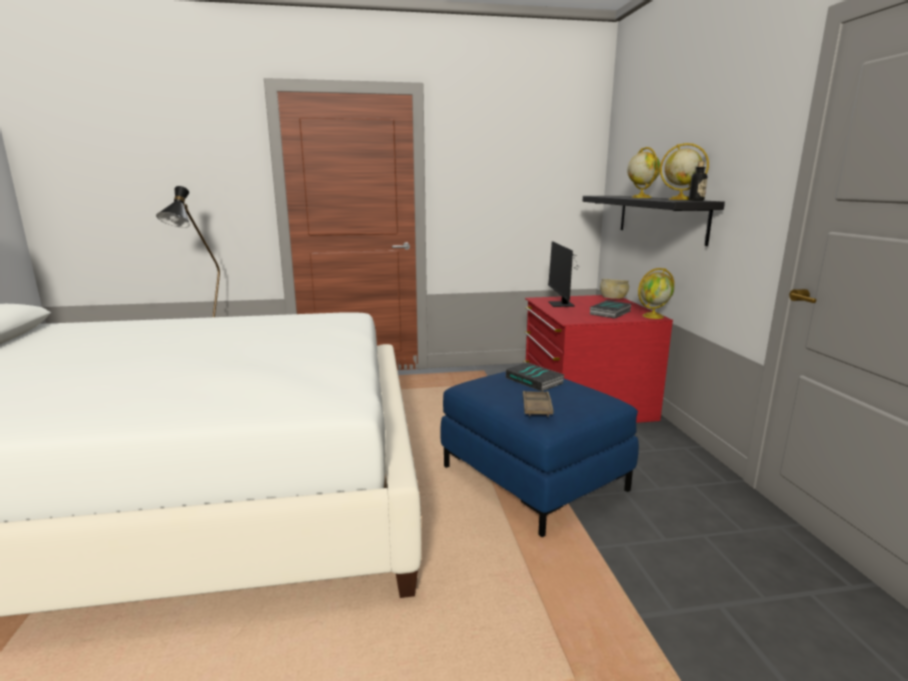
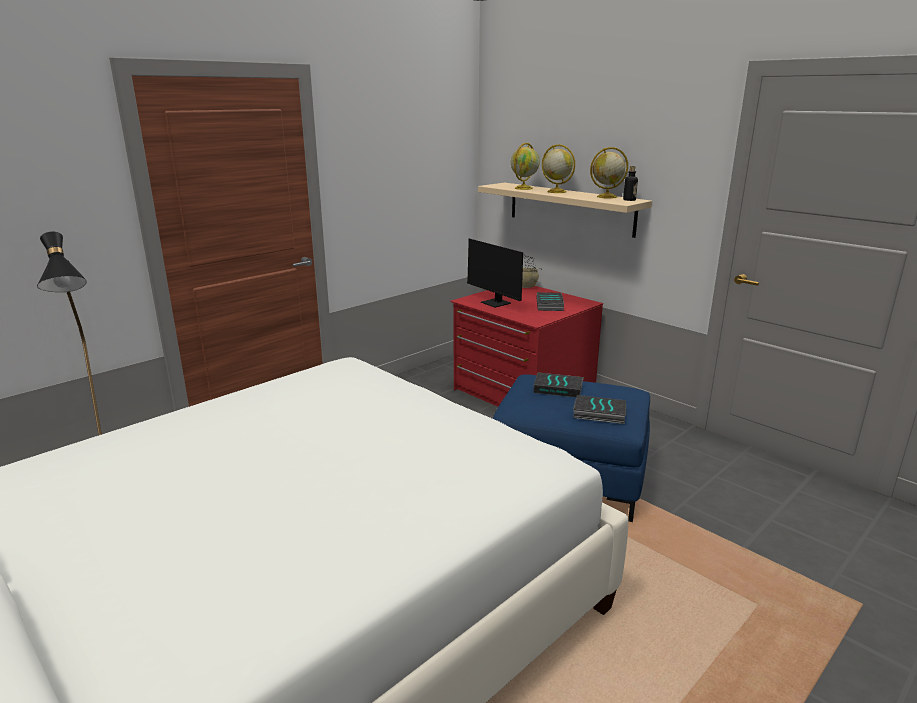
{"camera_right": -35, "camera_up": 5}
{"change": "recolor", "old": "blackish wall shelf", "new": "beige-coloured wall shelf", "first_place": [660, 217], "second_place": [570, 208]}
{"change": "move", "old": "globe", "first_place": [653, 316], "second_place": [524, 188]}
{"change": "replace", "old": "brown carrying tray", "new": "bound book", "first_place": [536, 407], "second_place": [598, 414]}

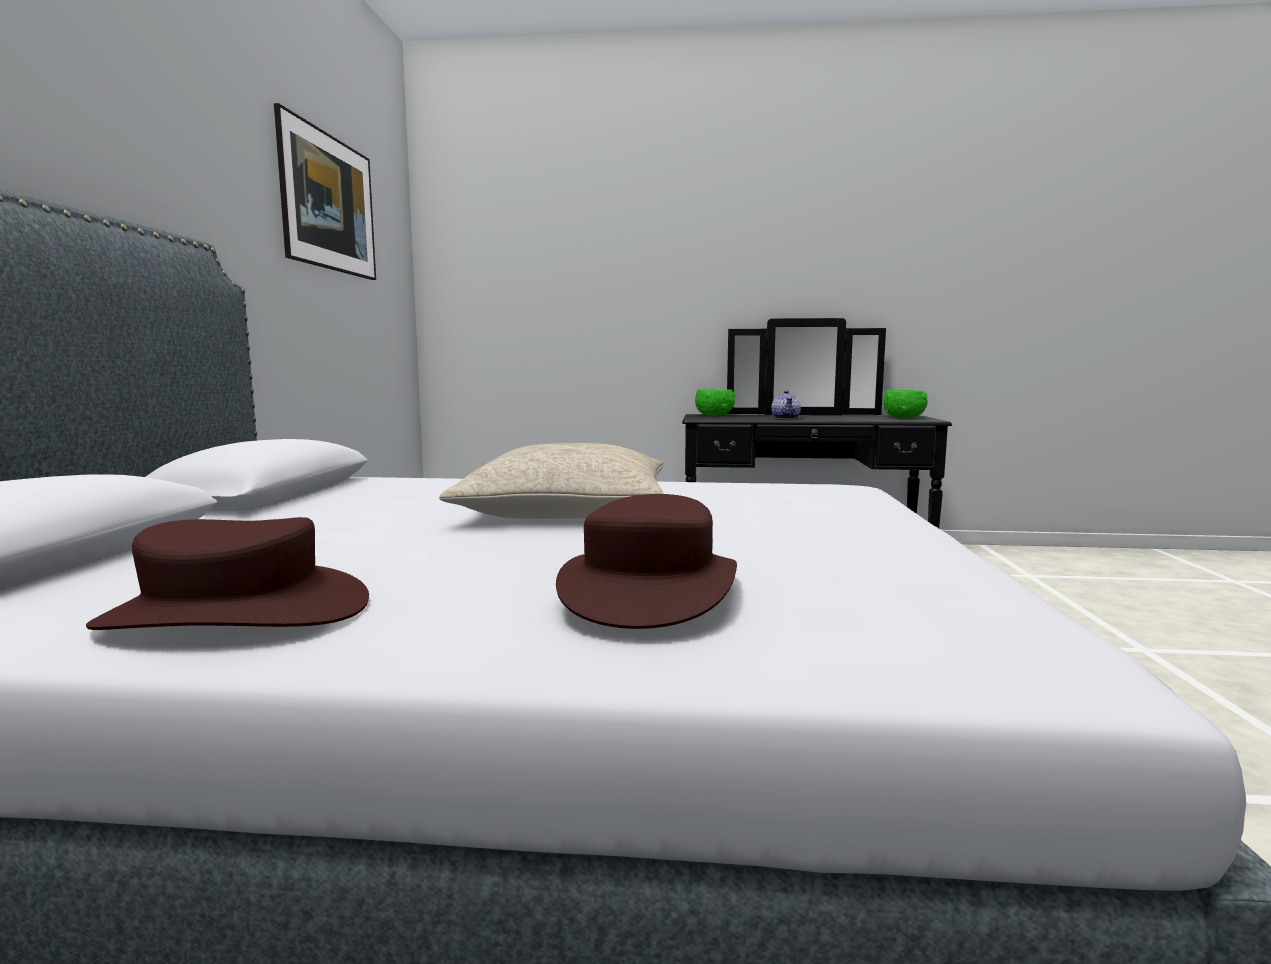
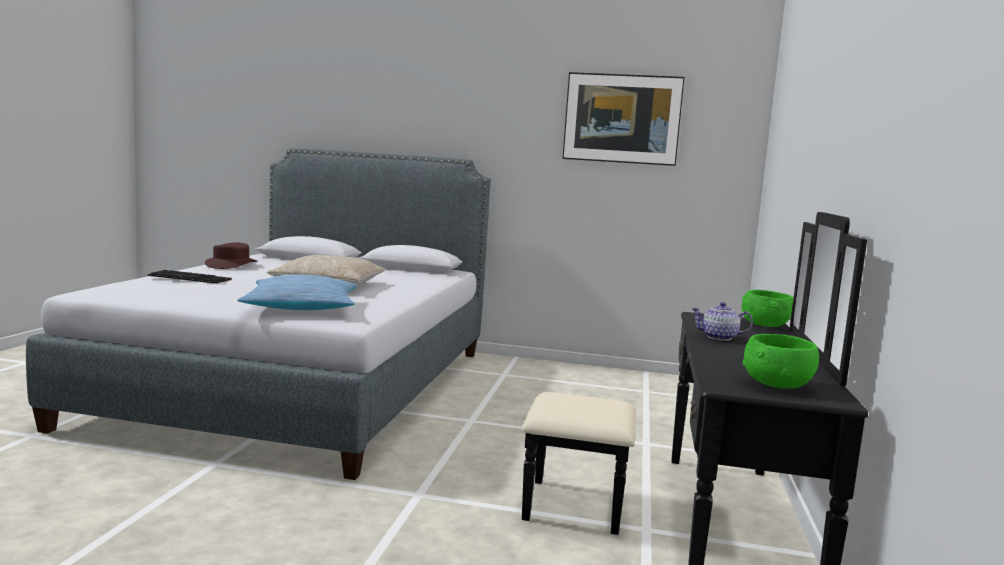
{"camera_right": 95, "camera_up": 0}
{"change": "replace", "old": "brown wearable hat", "new": "keyboard", "first_place": [649, 588], "second_place": [191, 278]}
{"change": "insert", "new": "pillow", "second_place": [301, 307]}

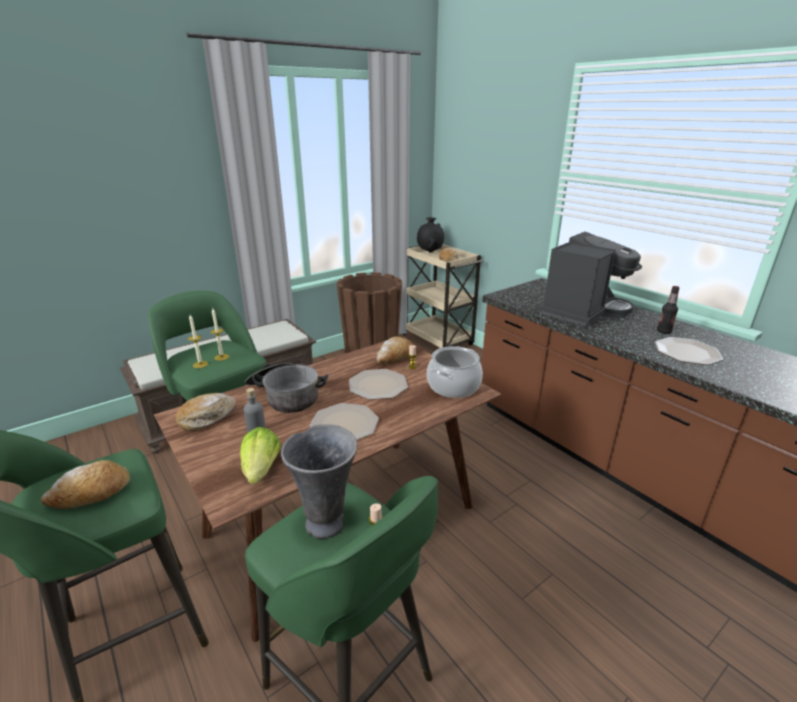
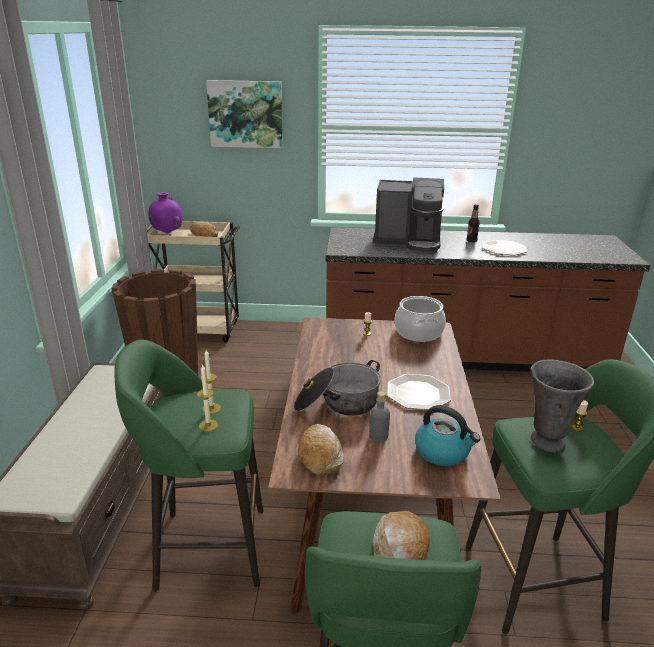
{"camera_right": -50, "camera_up": 0}
{"change": "recolor", "old": "blackish decorative vase", "new": "purplish decorative vase", "first_place": [430, 252], "second_place": [167, 233]}
{"change": "insert", "new": "picture", "second_place": [246, 114]}
{"change": "rotate", "old": "coffee machine", "first_place": [583, 310], "second_place": [408, 243], "degrees": 105}
{"change": "replace", "old": "lettuce", "new": "water kettle", "first_place": [261, 469], "second_place": [443, 452]}
{"change": "delete", "old": "flat dish", "first_place": [377, 385]}
{"change": "delete", "old": "bread", "first_place": [394, 357]}

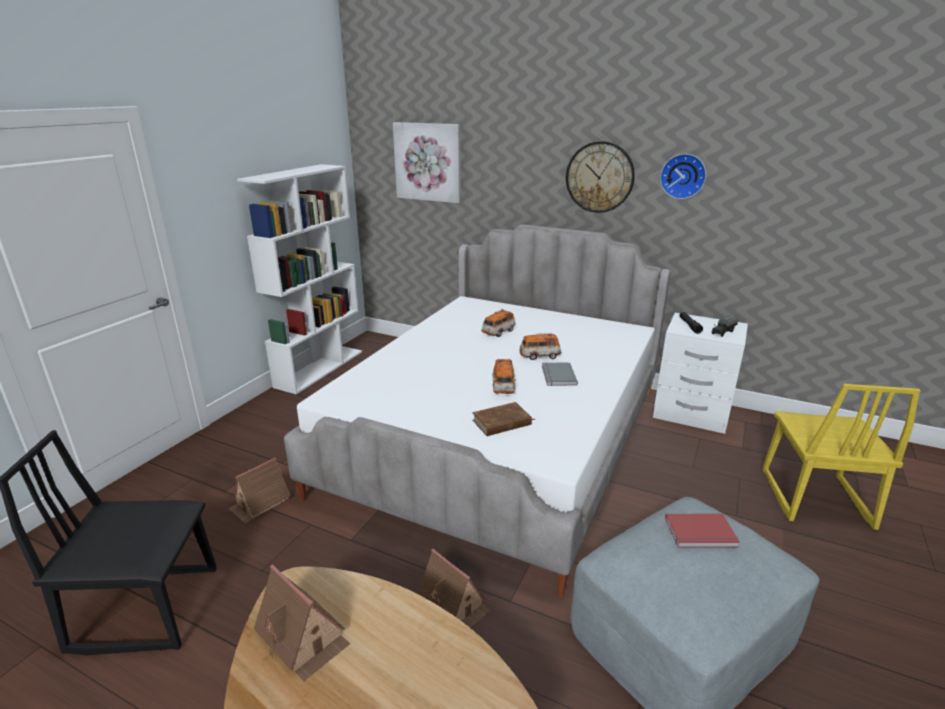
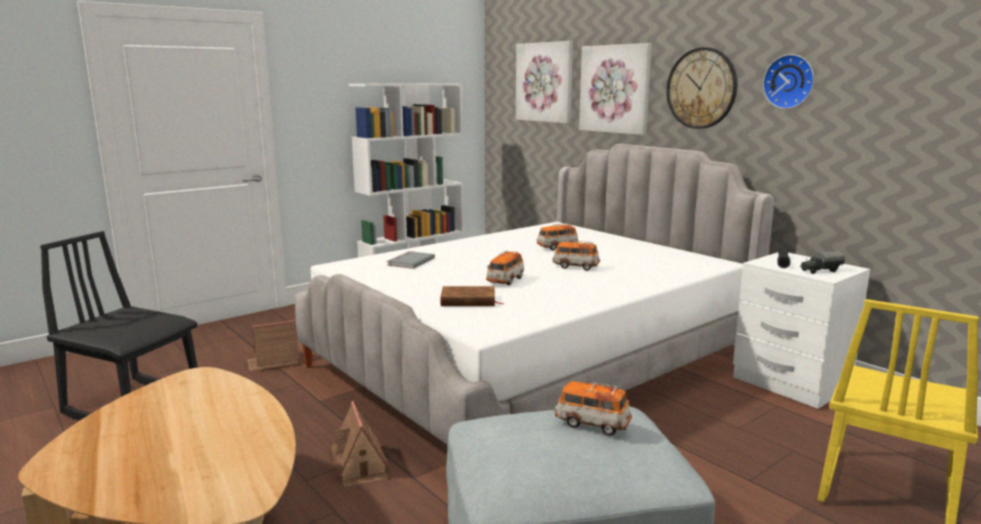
{"camera_right": 25, "camera_up": -10}
{"change": "move", "old": "grey bound book", "first_place": [557, 376], "second_place": [409, 262]}
{"change": "replace", "old": "red bound book", "new": "miniature car", "first_place": [701, 534], "second_place": [592, 424]}
{"change": "insert", "new": "picture", "second_place": [615, 89]}
{"change": "delete", "old": "toy house", "first_place": [303, 637]}

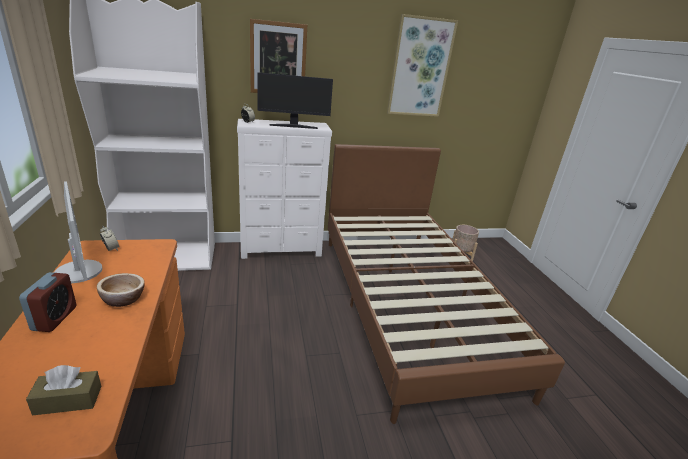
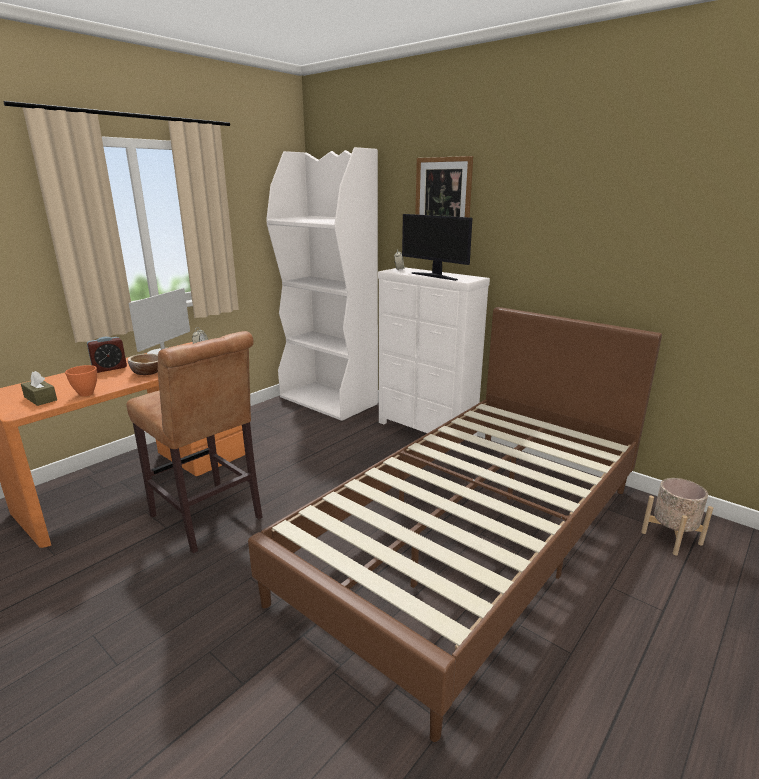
{"camera_right": 55, "camera_up": -5}
{"change": "insert", "new": "orangey serving bowl", "second_place": [85, 394]}
{"change": "insert", "new": "brown stool seat", "second_place": [209, 519]}
{"change": "delete", "old": "picture", "first_place": [420, 68]}

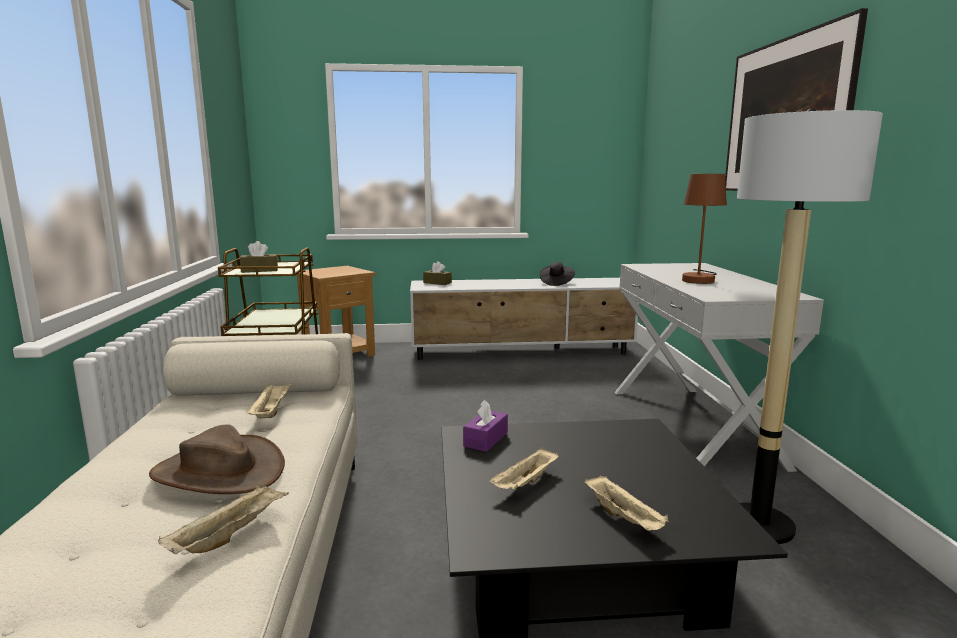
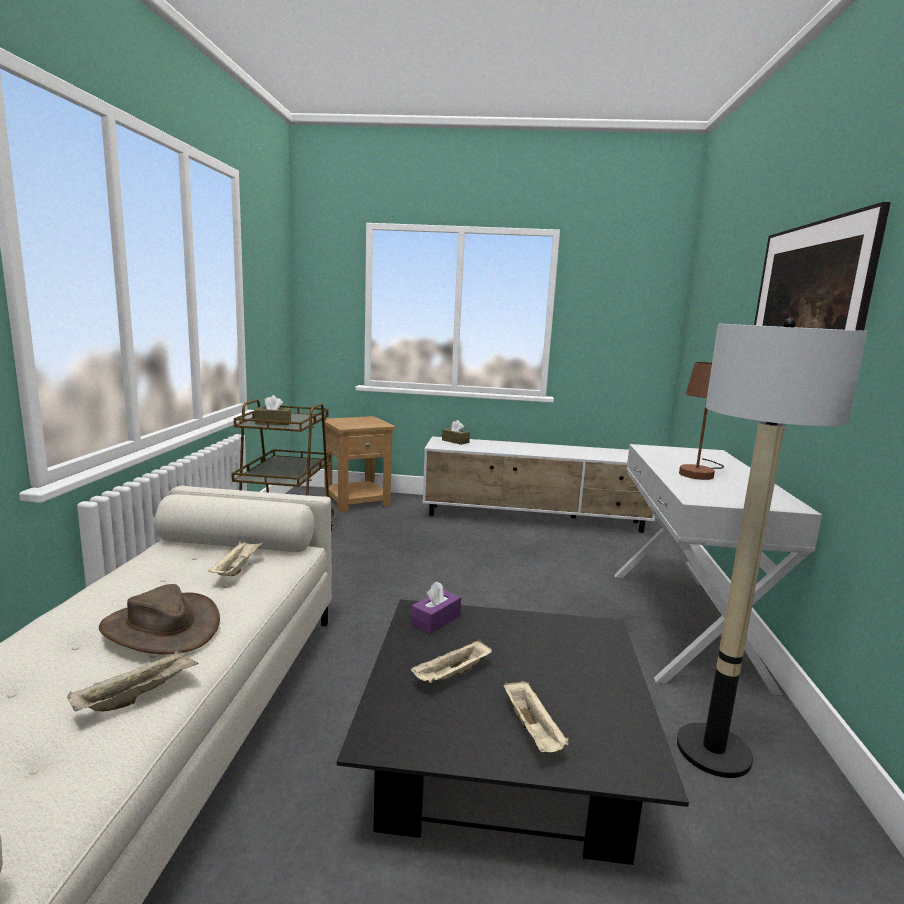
{"camera_right": 10, "camera_up": 0}
{"change": "delete", "old": "blackish wearable hat", "first_place": [556, 283]}

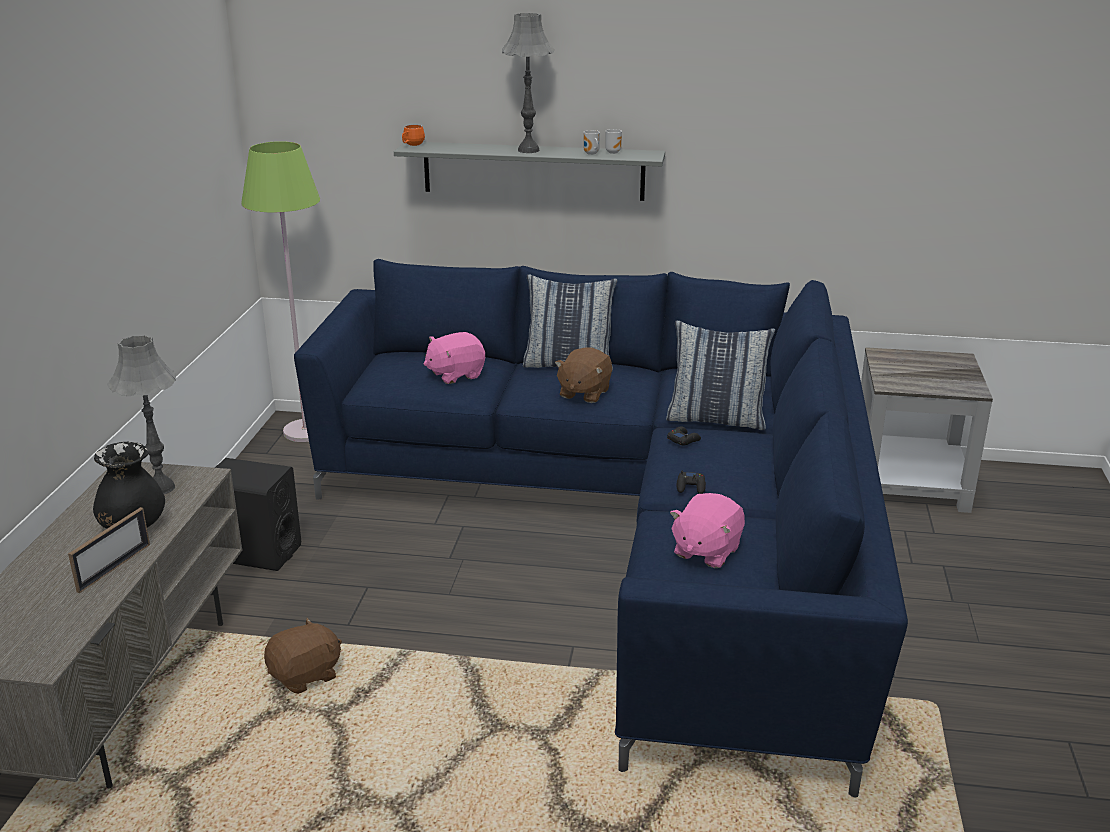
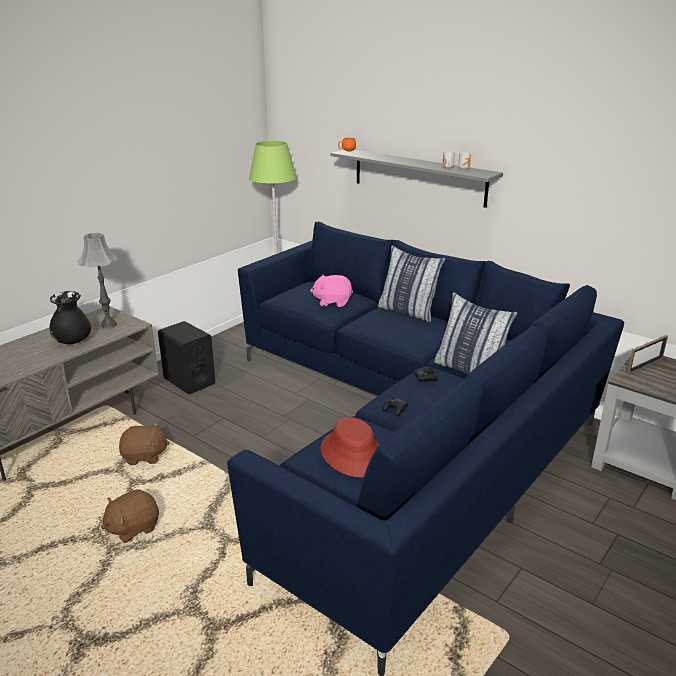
{"camera_right": 30, "camera_up": 0}
{"change": "move", "old": "brown plush toy", "first_place": [584, 393], "second_place": [133, 528]}
{"change": "replace", "old": "pinkish plush toy", "new": "red wearable hat", "first_place": [706, 551], "second_place": [353, 454]}
{"change": "move", "old": "photo frame", "first_place": [114, 567], "second_place": [645, 365]}
{"change": "delete", "old": "grey tabletop lamp", "first_place": [528, 150]}

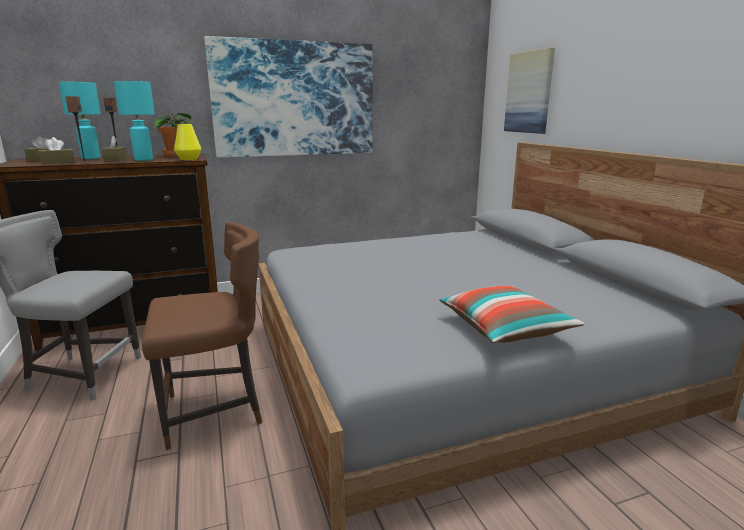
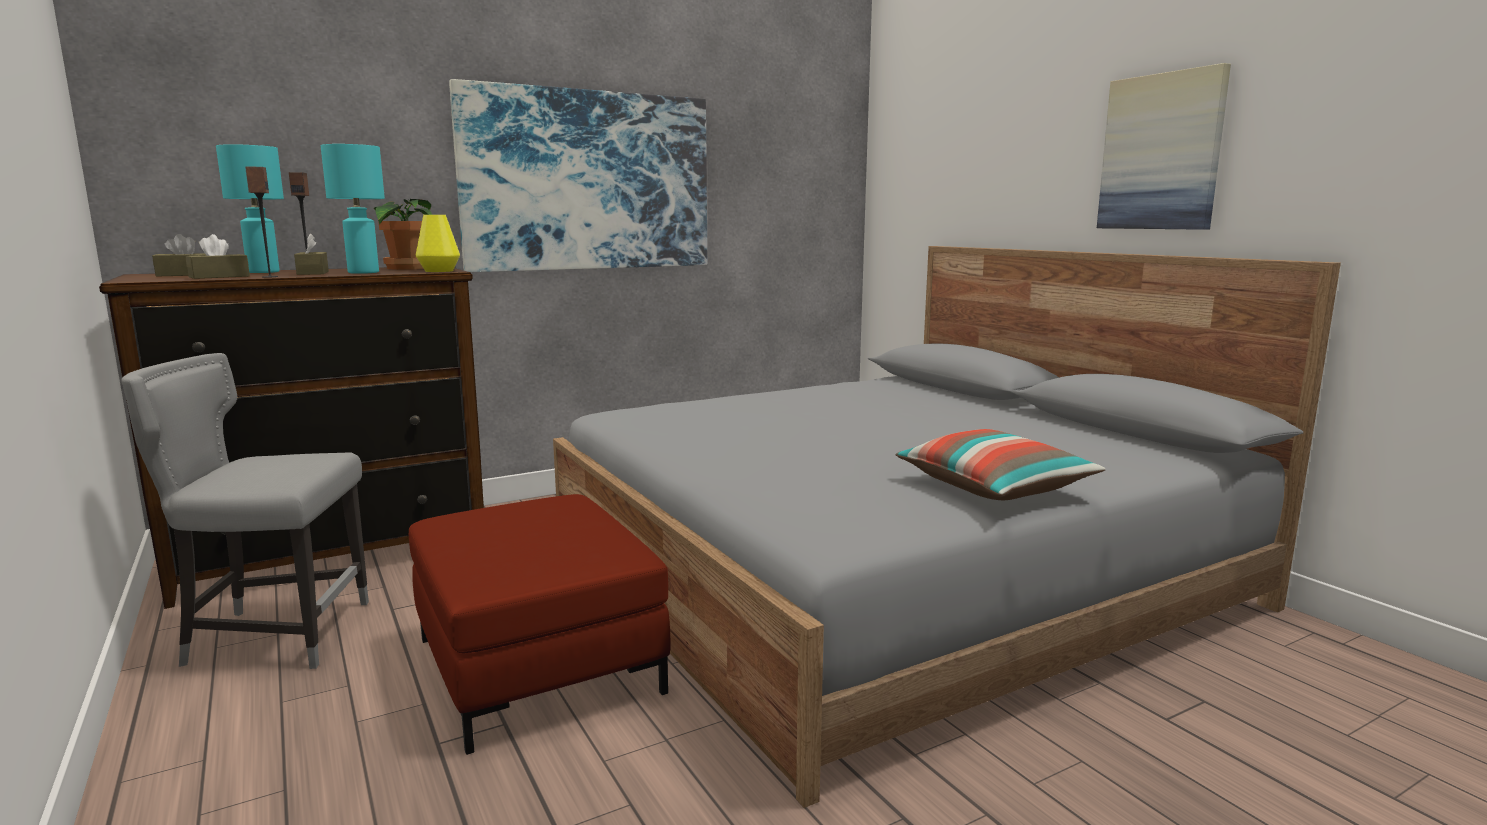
{"camera_right": -10, "camera_up": -5}
{"change": "replace", "old": "brown plain chair", "new": "red pouffe", "first_place": [216, 411], "second_place": [539, 665]}
{"change": "move", "old": "picture", "first_place": [529, 92], "second_place": [1161, 152]}

